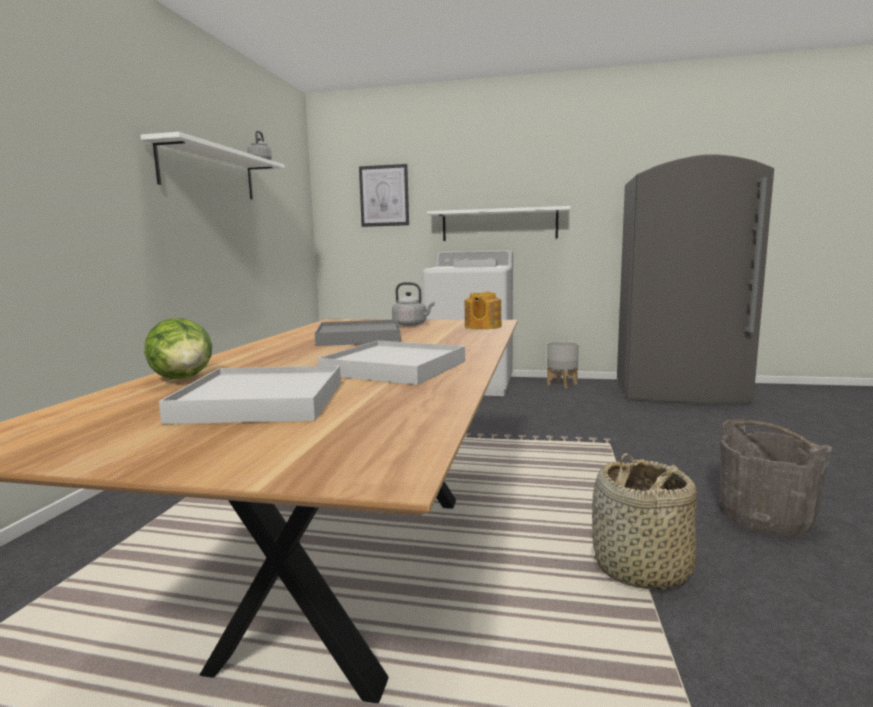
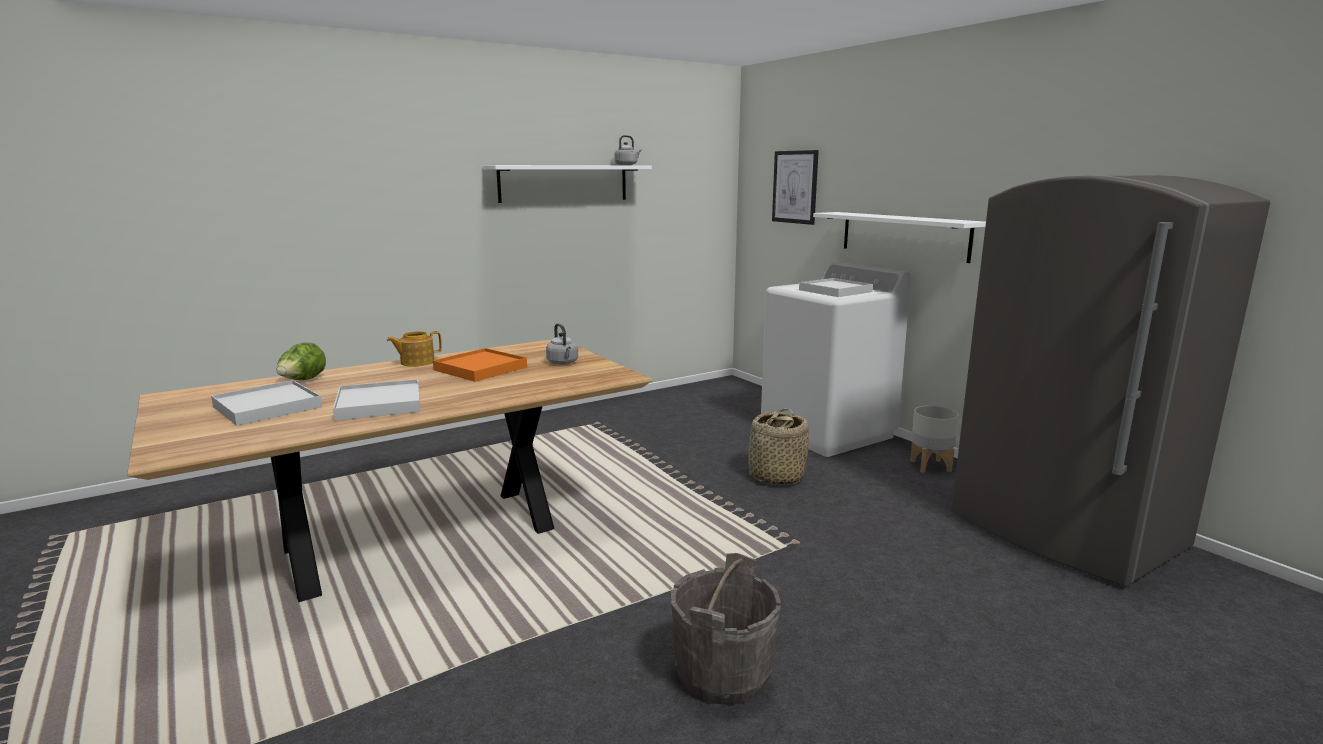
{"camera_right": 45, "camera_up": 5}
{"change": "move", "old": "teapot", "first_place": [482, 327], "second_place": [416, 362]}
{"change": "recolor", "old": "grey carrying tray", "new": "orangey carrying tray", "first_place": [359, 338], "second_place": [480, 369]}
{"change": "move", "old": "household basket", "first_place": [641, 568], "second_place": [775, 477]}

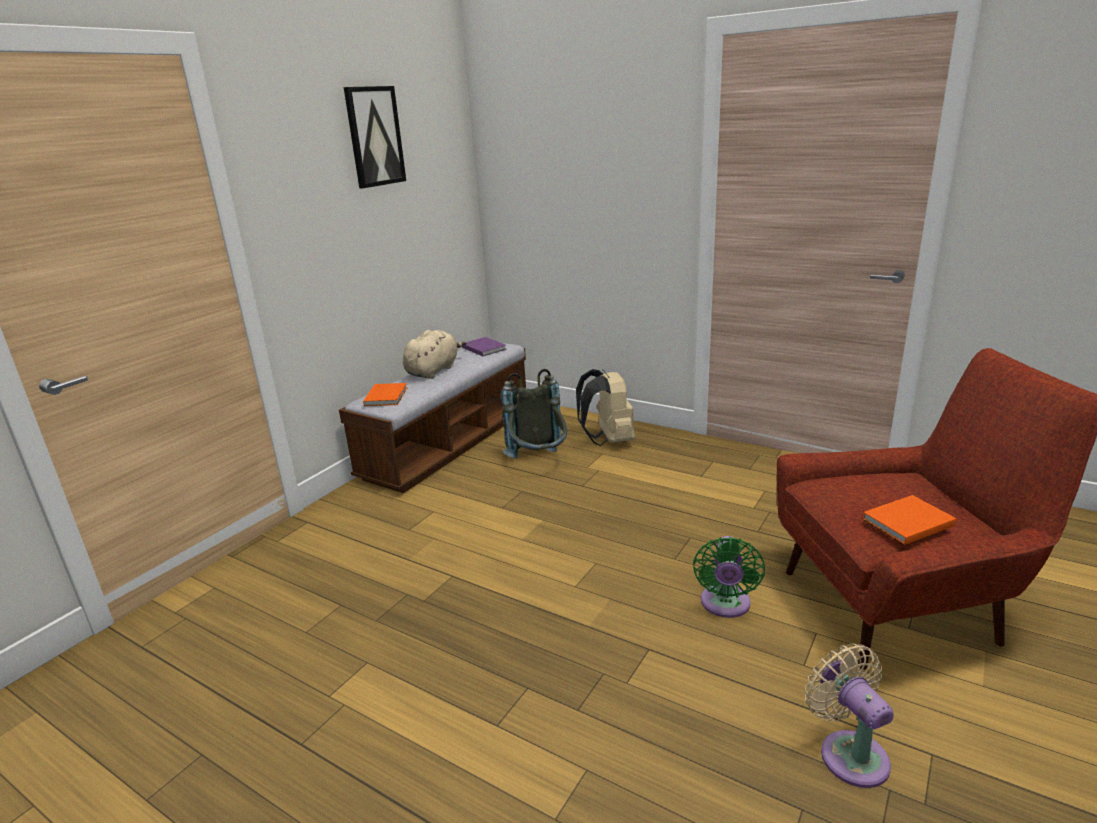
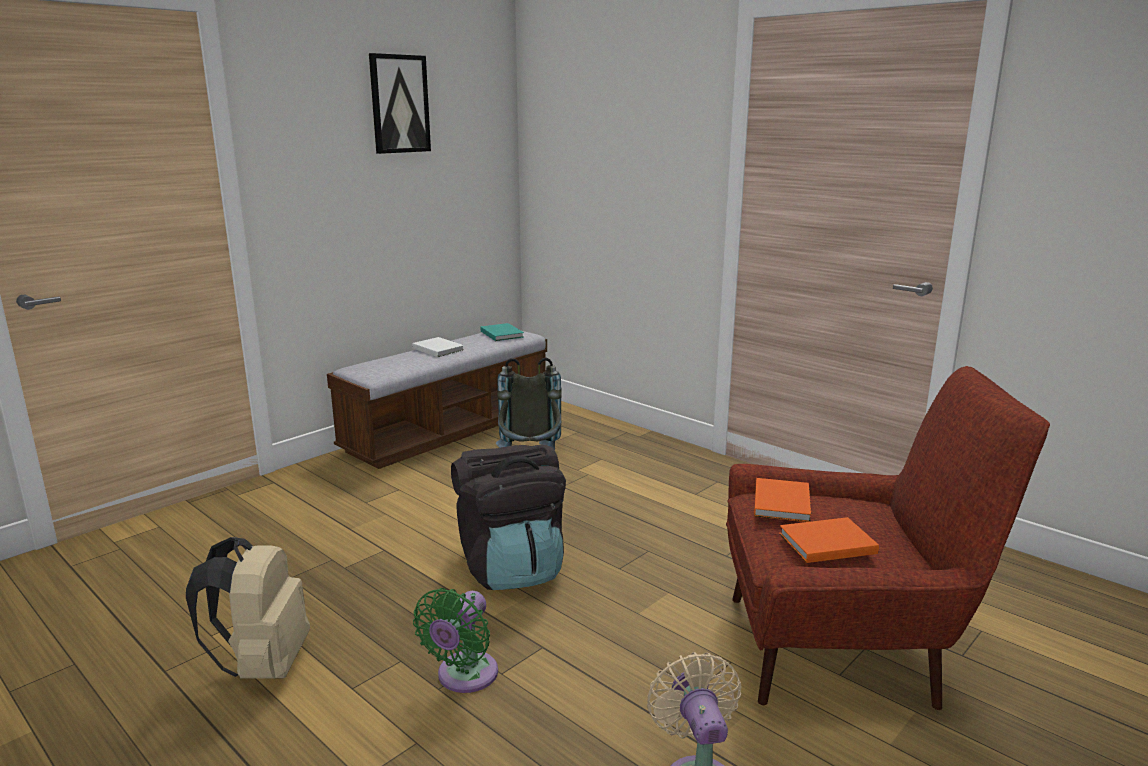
{"camera_right": 10, "camera_up": -5}
{"change": "move", "old": "beige-coloured rucksack", "first_place": [608, 440], "second_place": [263, 665]}
{"change": "replace", "old": "beige-coloured plush toy", "new": "white bound book", "first_place": [433, 371], "second_place": [438, 349]}
{"change": "move", "old": "green electric fan", "first_place": [725, 605], "second_place": [464, 677]}
{"change": "insert", "new": "blackish rucksack", "second_place": [511, 567]}
{"change": "recolor", "old": "purplish bound book", "new": "turquoise bound book", "first_place": [484, 348], "second_place": [502, 334]}
{"change": "move", "old": "orangey bound book", "first_place": [387, 396], "second_place": [783, 502]}

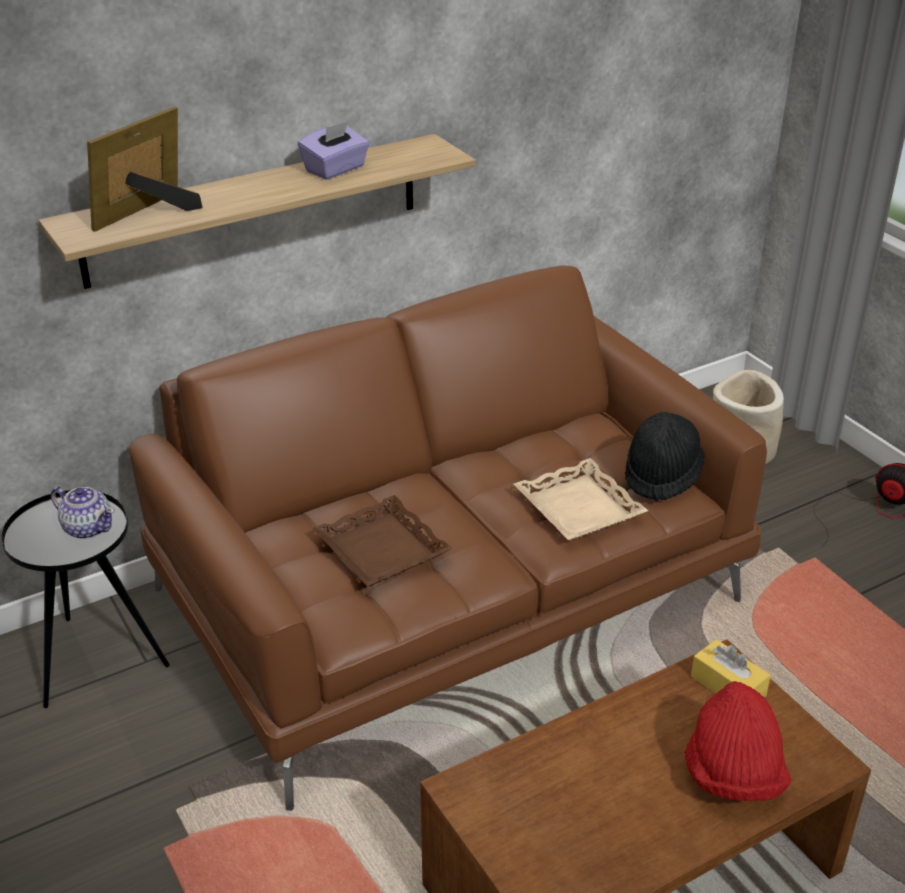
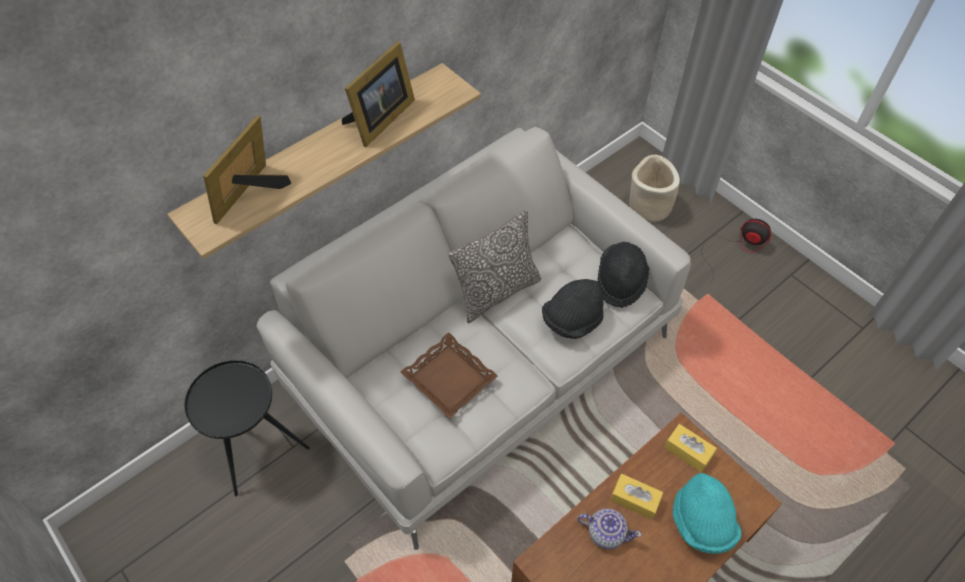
{"camera_right": -10, "camera_up": 20}
{"change": "recolor", "old": "brown settee", "new": "grey settee", "first_place": [452, 595], "second_place": [482, 360]}
{"change": "replace", "old": "purplish tissue box", "new": "photo frame", "first_place": [335, 169], "second_place": [379, 120]}
{"change": "insert", "new": "pillow", "second_place": [497, 292]}
{"change": "replace", "old": "beige-coloured carrying tray", "new": "blackish wearable hat", "first_place": [579, 507], "second_place": [572, 320]}
{"change": "move", "old": "teapot", "first_place": [88, 528], "second_place": [605, 532]}
{"change": "insert", "new": "yellow tissue box", "second_place": [635, 499]}
{"change": "recolor", "old": "red wearable hat", "new": "turquoise wearable hat", "first_place": [733, 775], "second_place": [702, 522]}

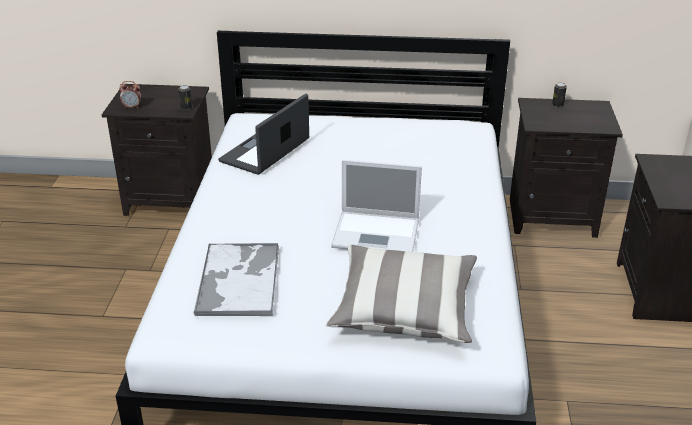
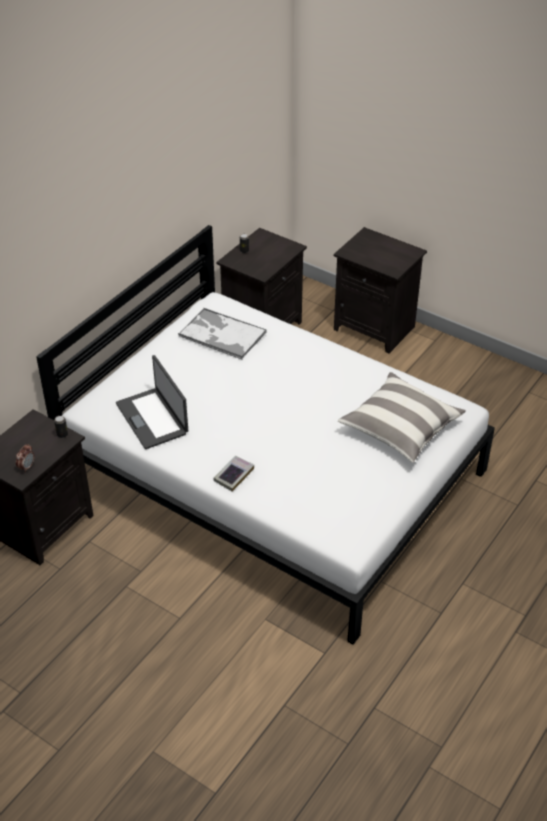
{"camera_right": -60, "camera_up": 10}
{"change": "move", "old": "carrying tray", "first_place": [239, 279], "second_place": [221, 334]}
{"change": "insert", "new": "bound book", "second_place": [234, 475]}
{"change": "delete", "old": "notebook computer", "first_place": [378, 233]}

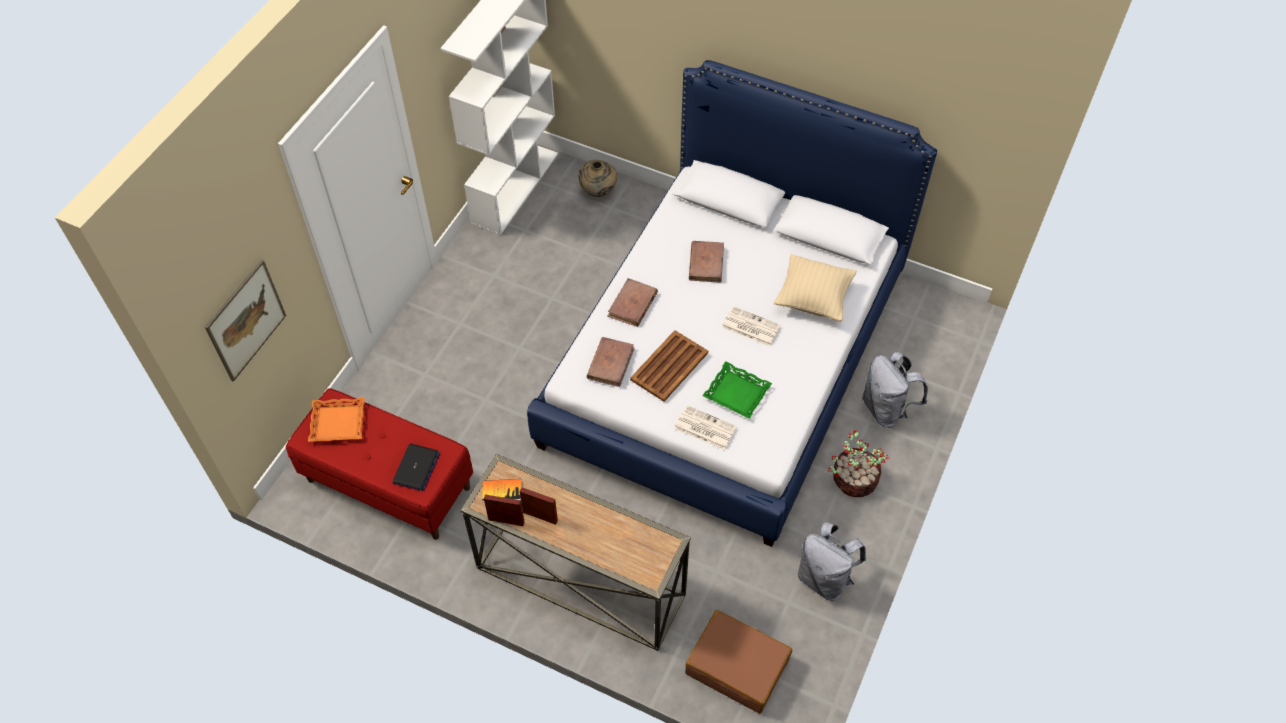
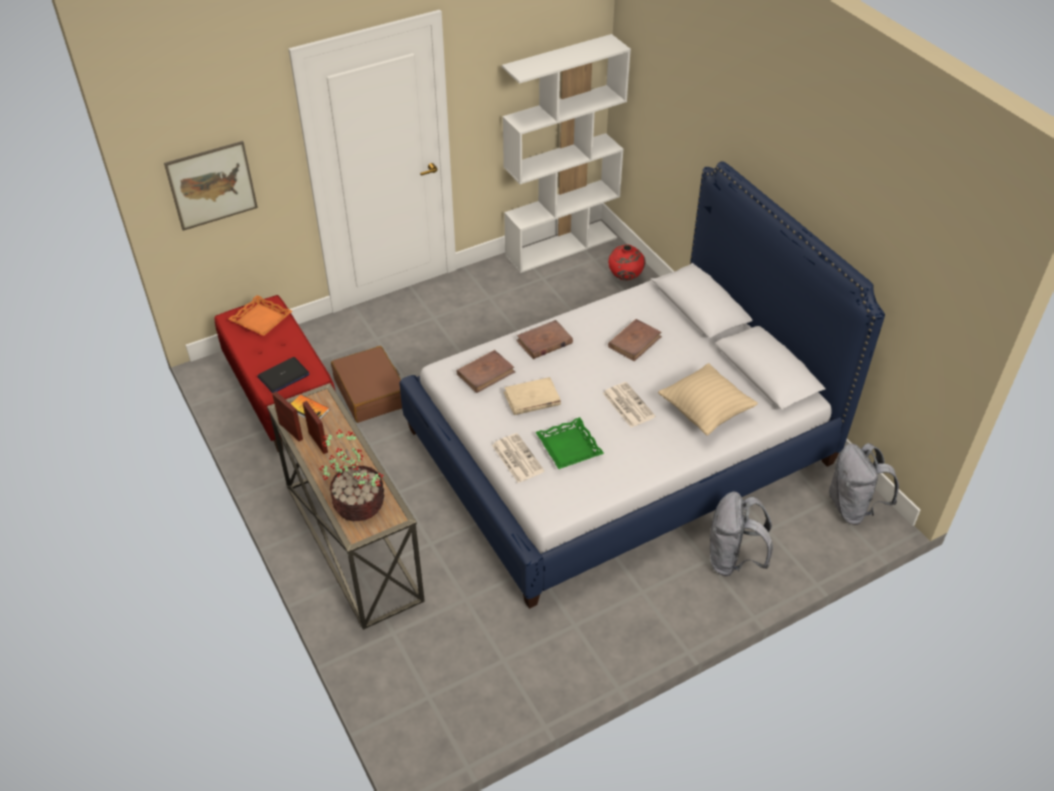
{"camera_right": 35, "camera_up": -10}
{"change": "move", "old": "potted plant", "first_place": [853, 479], "second_place": [357, 502]}
{"change": "move", "old": "brown travel case", "first_place": [737, 666], "second_place": [371, 392]}
{"change": "replace", "old": "brown carrying tray", "new": "beige-coloured bound book", "first_place": [670, 366], "second_place": [531, 399]}
{"change": "recolor", "old": "beige-coloured decorative vase", "new": "red decorative vase", "first_place": [598, 192], "second_place": [625, 278]}
{"change": "move", "old": "grey rucksack", "first_place": [825, 578], "second_place": [853, 507]}

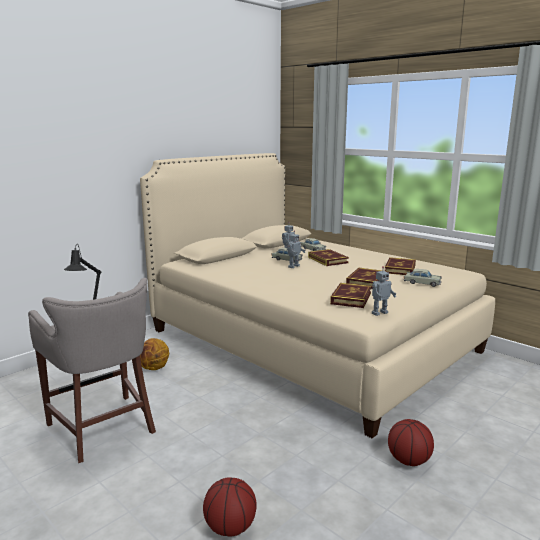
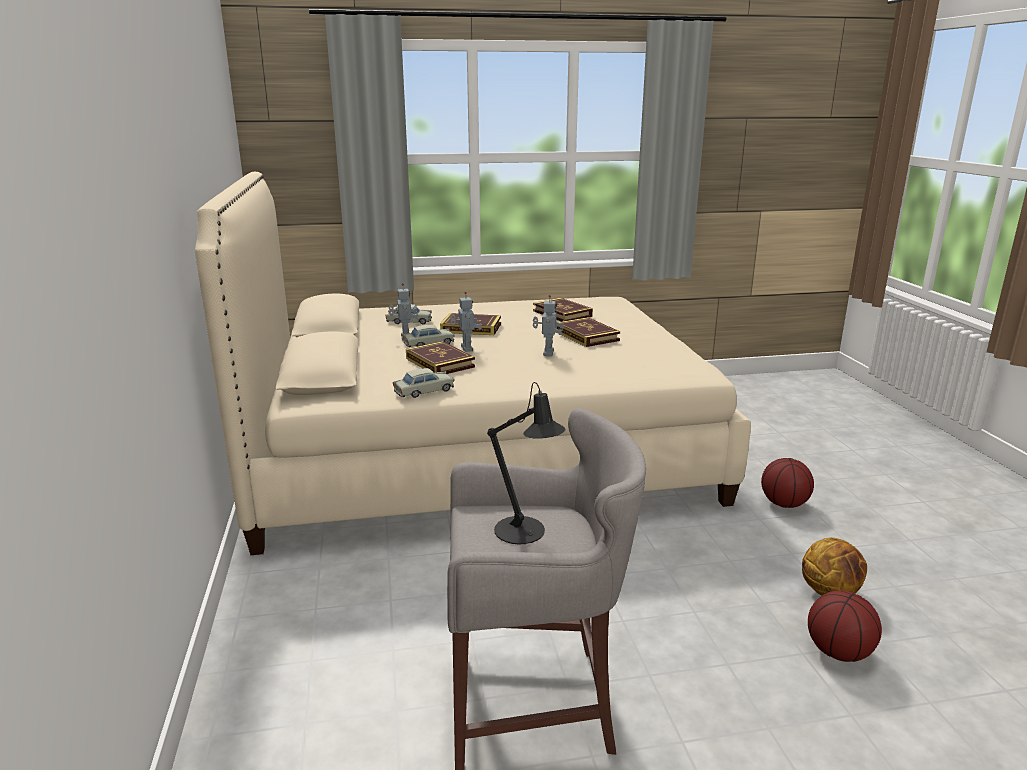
{"camera_right": -55, "camera_up": 5}
{"change": "move", "old": "beige-coloured miniature car", "first_place": [422, 283], "second_place": [424, 391]}
{"change": "move", "old": "bound book", "first_place": [351, 298], "second_place": [440, 363]}
{"change": "move", "old": "toy robot", "first_place": [379, 313], "second_place": [547, 353]}
{"change": "move", "old": "ball for basketball", "first_place": [154, 368], "second_place": [830, 592]}

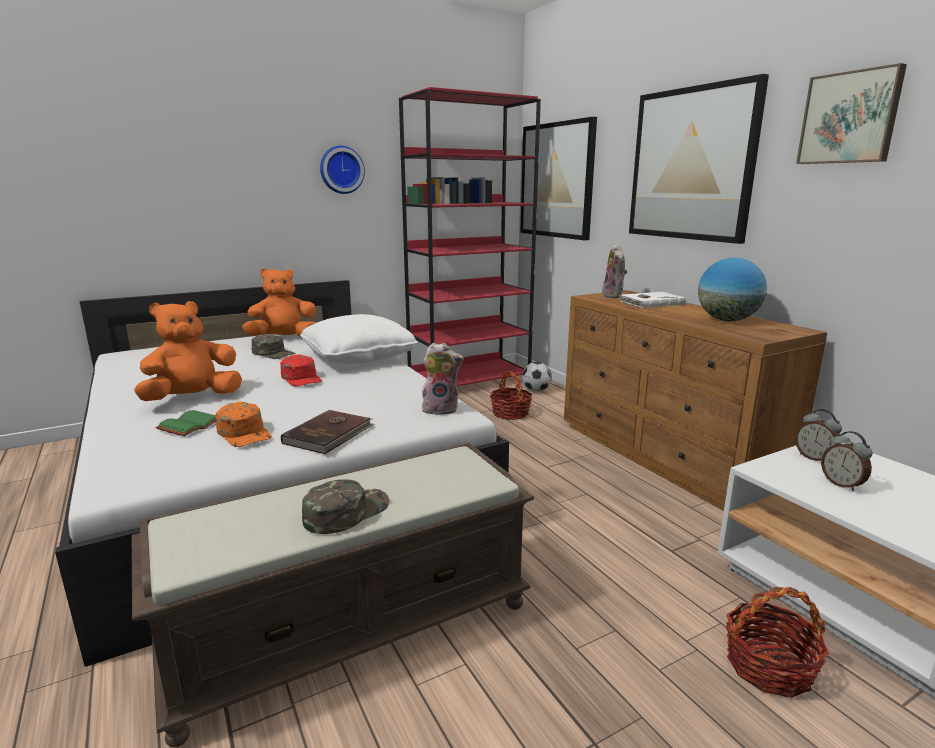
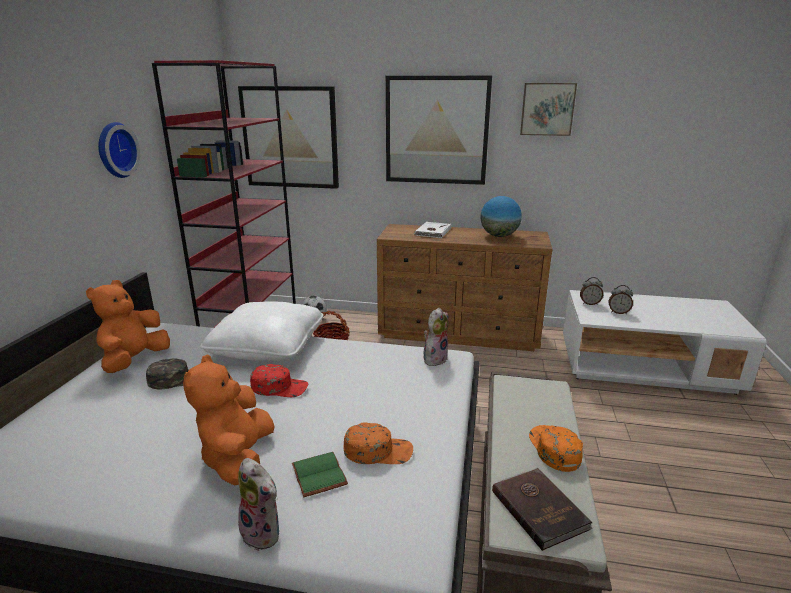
{"camera_right": -50, "camera_up": 5}
{"change": "move", "old": "plush toy", "first_place": [614, 296], "second_place": [264, 532]}
{"change": "move", "old": "brown bound book", "first_place": [329, 435], "second_place": [539, 508]}
{"change": "recolor", "old": "green cap", "new": "orangey cap", "first_place": [346, 512], "second_place": [553, 449]}
{"change": "delete", "old": "household basket", "first_place": [768, 667]}

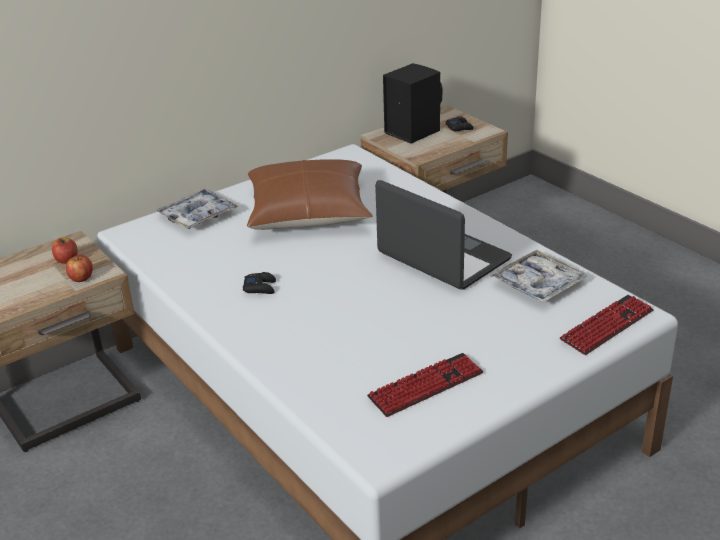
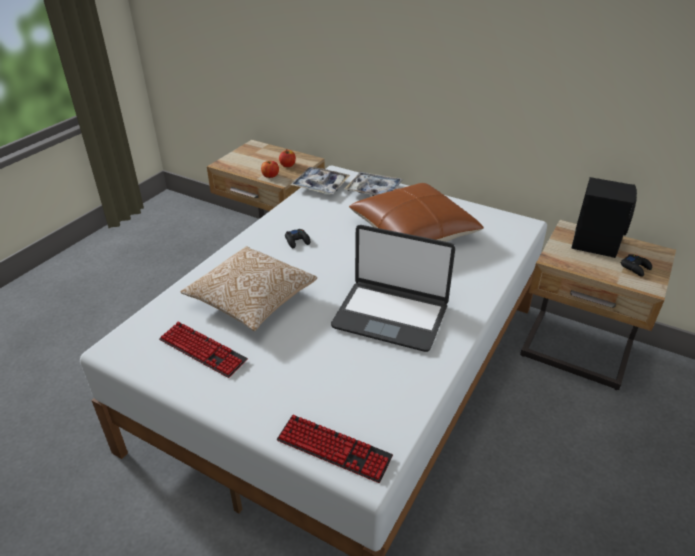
{"camera_right": 65, "camera_up": 5}
{"change": "insert", "new": "pillow", "second_place": [251, 300]}
{"change": "move", "old": "carrying tray", "first_place": [538, 284], "second_place": [320, 186]}
{"change": "rotate", "old": "notebook computer", "first_place": [443, 258], "second_place": [390, 315], "degrees": 90}

